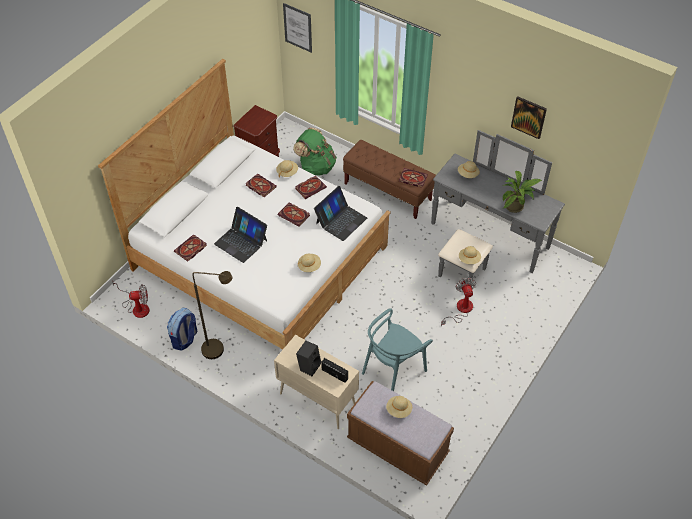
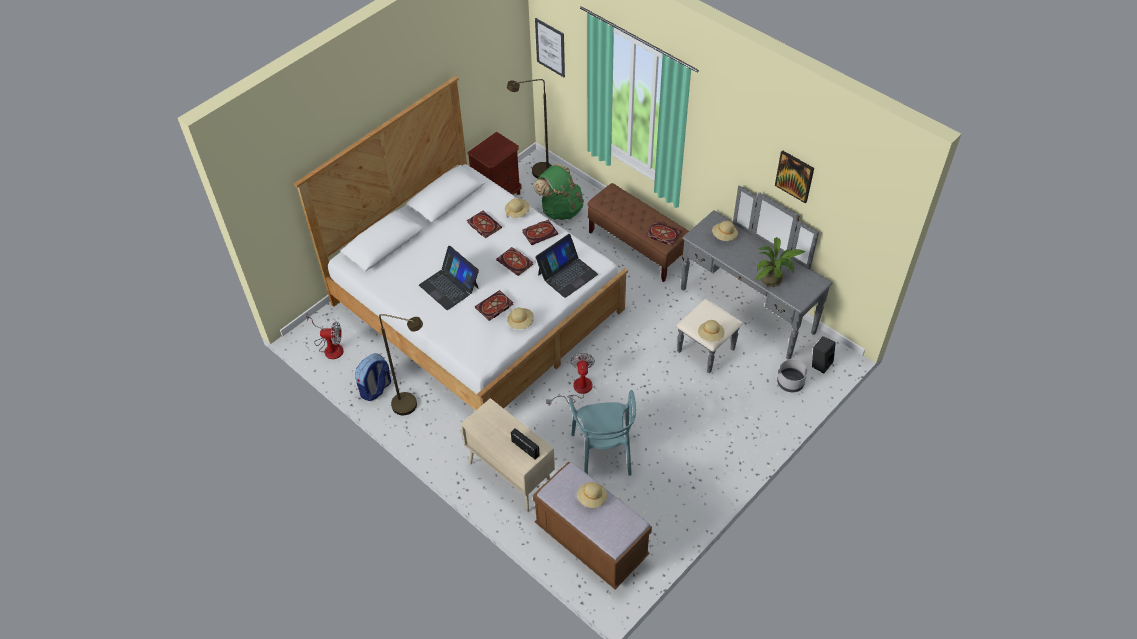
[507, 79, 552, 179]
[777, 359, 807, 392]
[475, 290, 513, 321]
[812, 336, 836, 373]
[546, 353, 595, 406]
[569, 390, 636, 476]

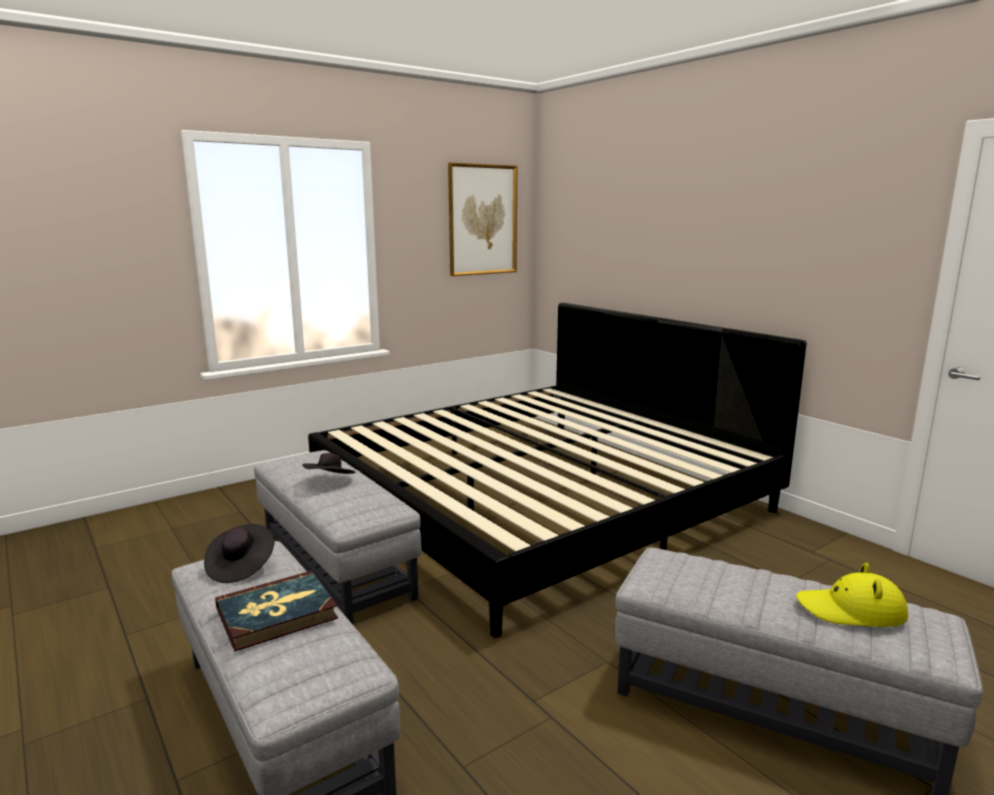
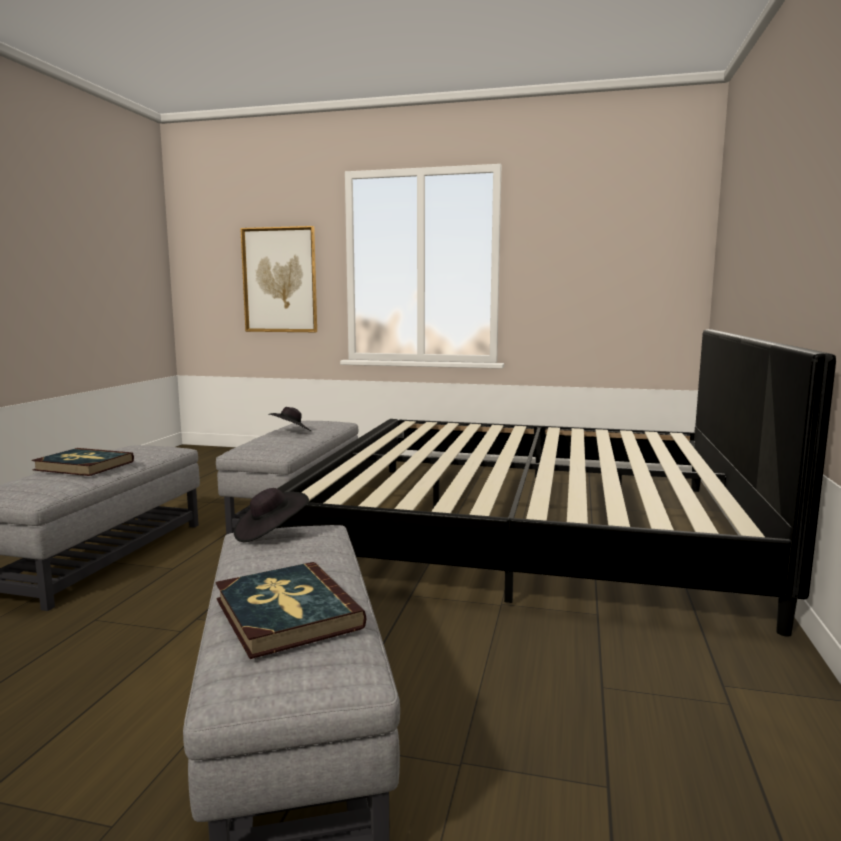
[234, 488, 309, 542]
[240, 226, 317, 332]
[216, 562, 367, 659]

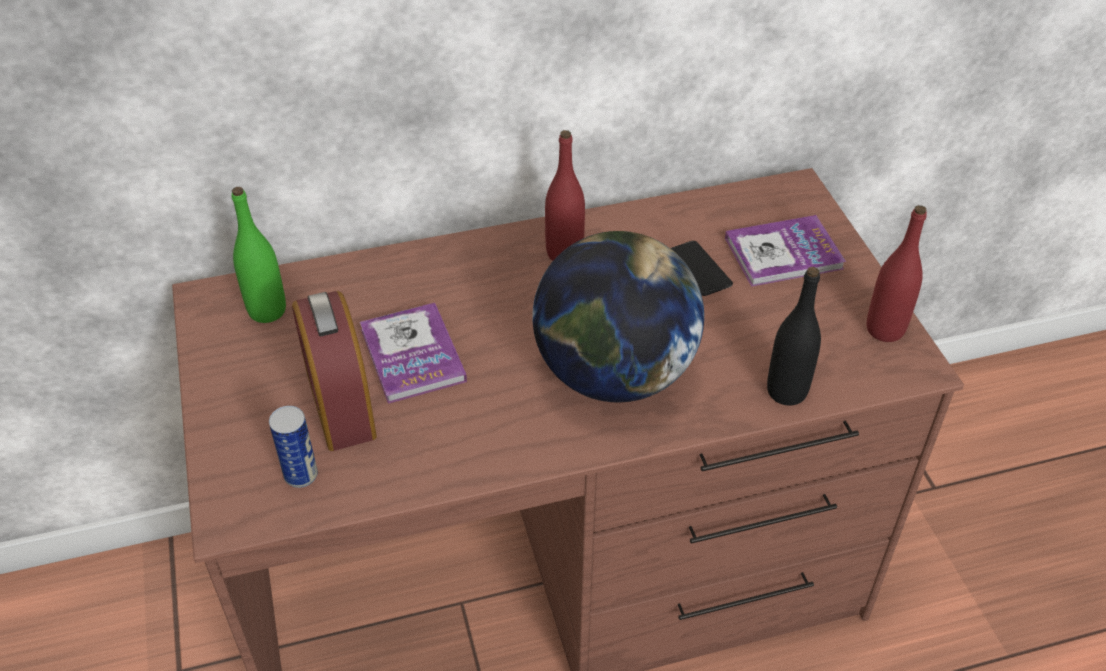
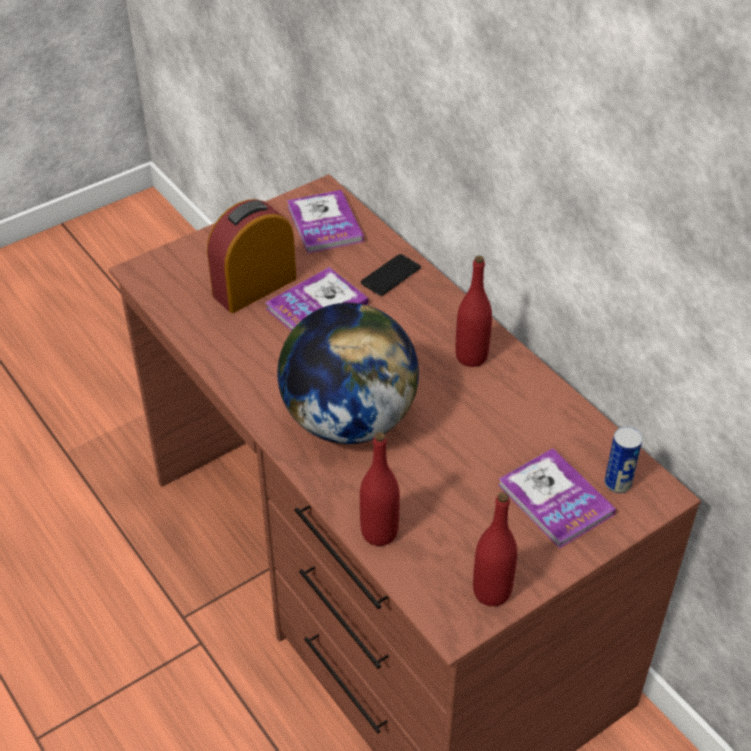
[605, 427, 643, 493]
[361, 254, 421, 296]
[287, 190, 364, 253]
[360, 432, 400, 546]

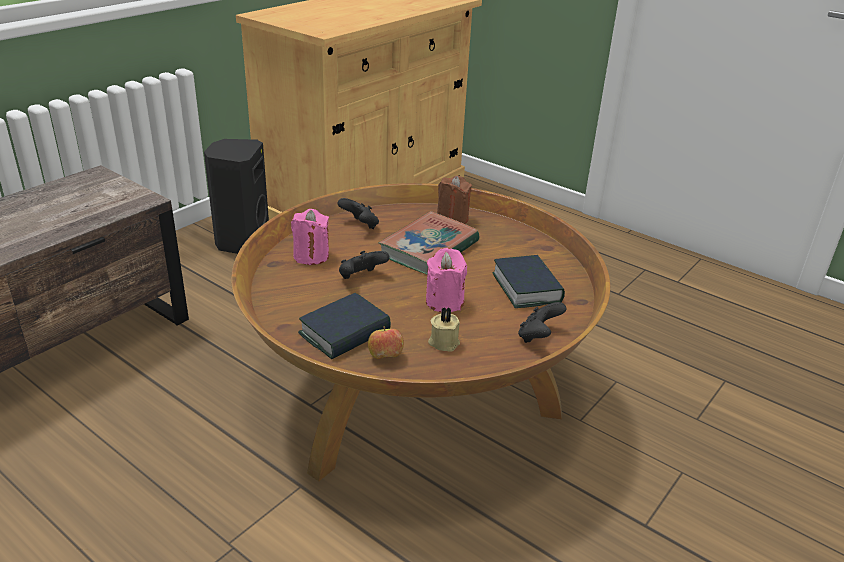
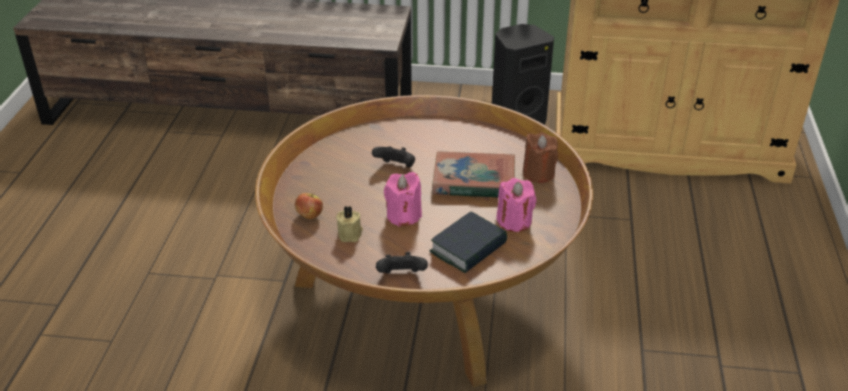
[298, 293, 391, 359] (first image)
[338, 198, 379, 229] (first image)
[496, 178, 536, 232]

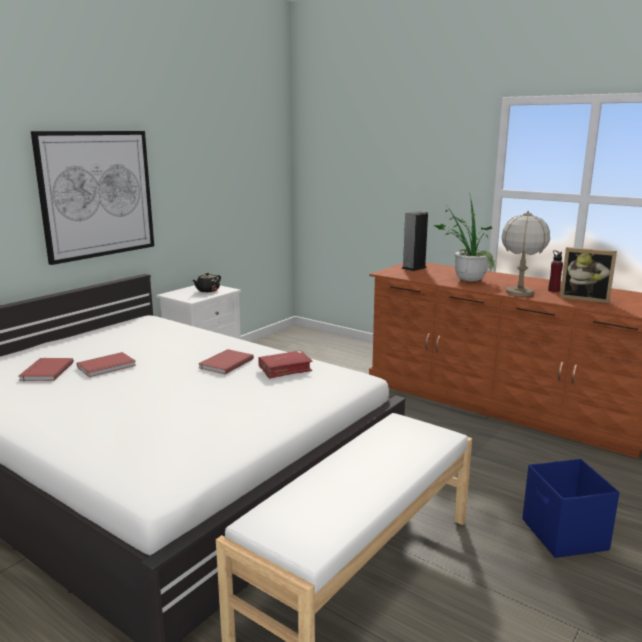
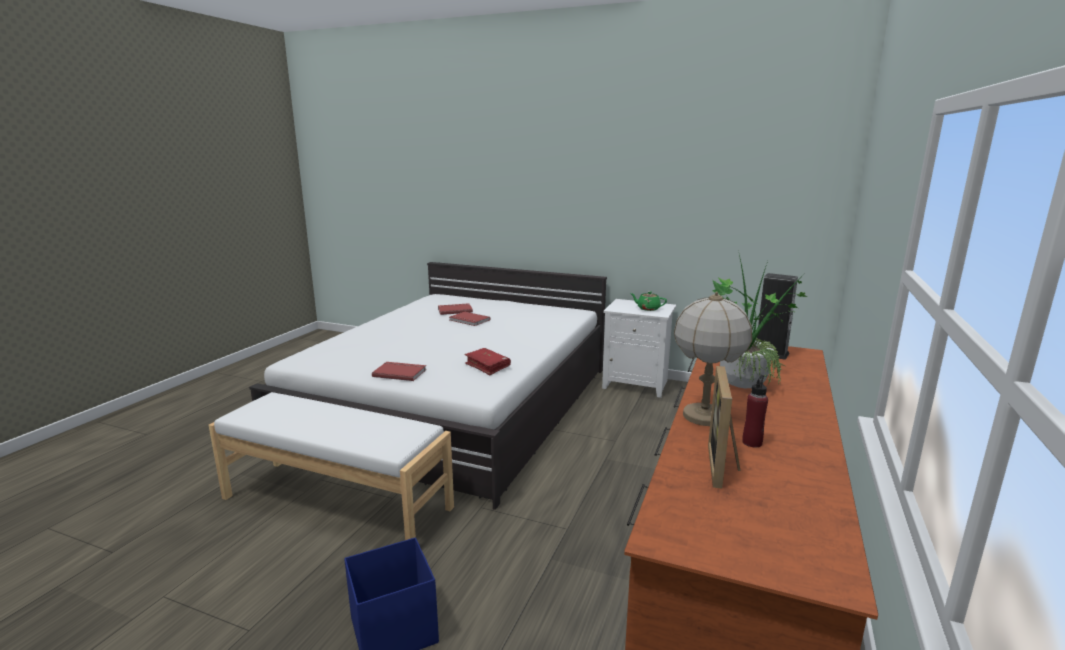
[31, 131, 154, 265] (first image)
[372, 362, 426, 381]
[630, 291, 667, 311]

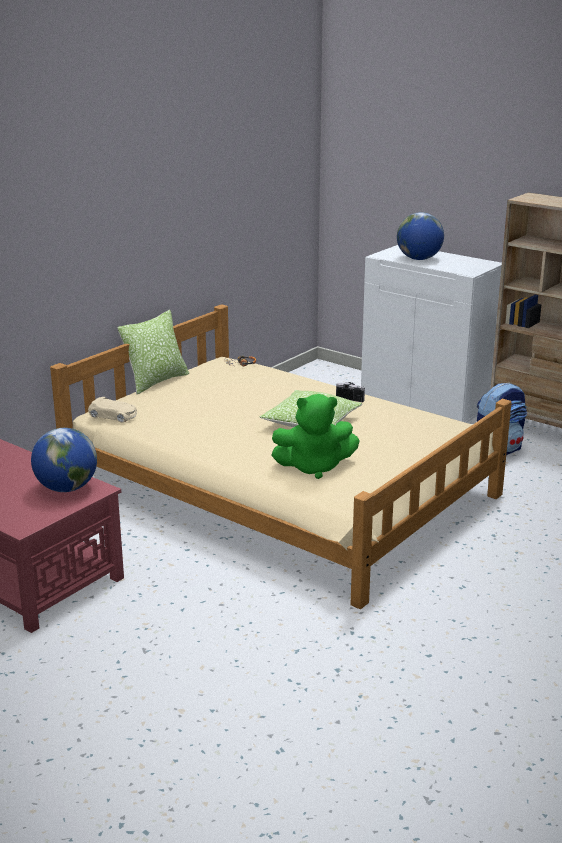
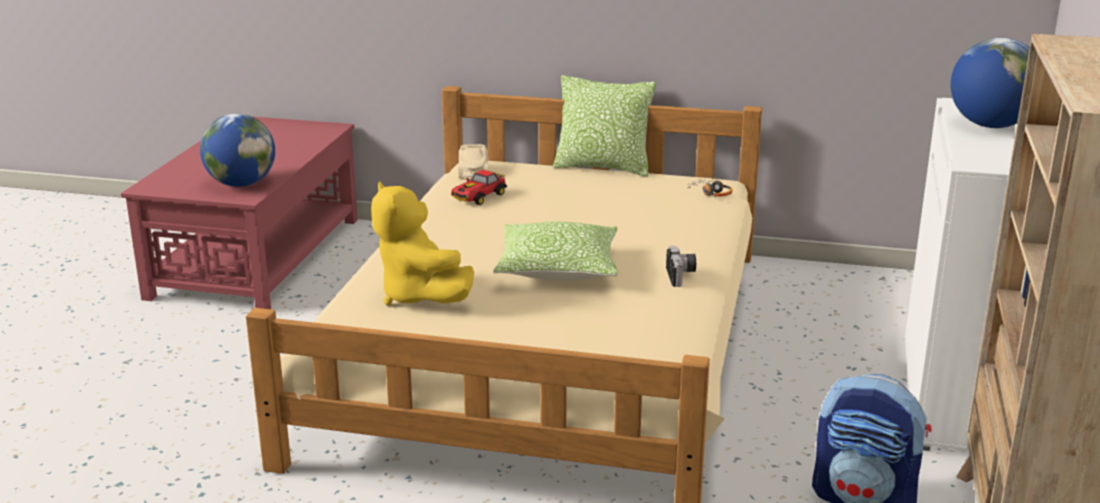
[451, 170, 507, 205]
[371, 181, 474, 306]

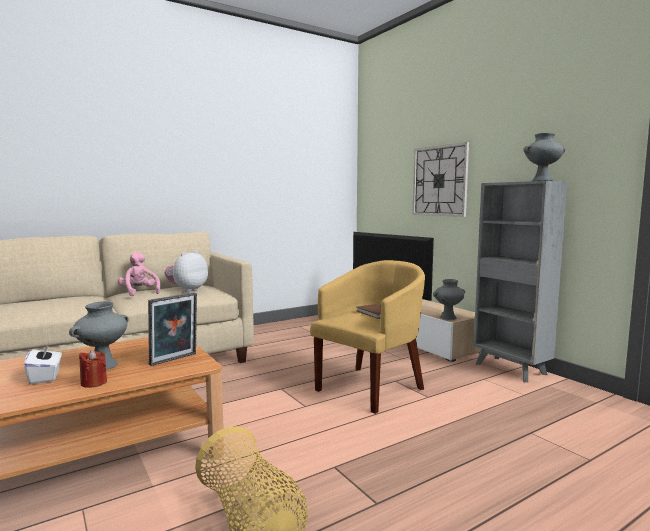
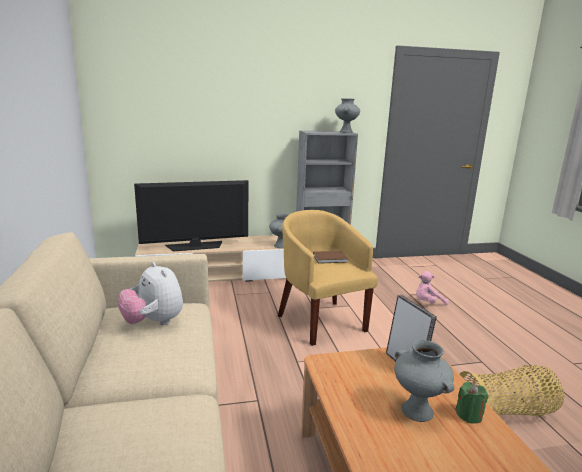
[24, 342, 62, 384] (first image)
[413, 142, 469, 217] (first image)
[416, 271, 449, 306]
[455, 382, 489, 424]

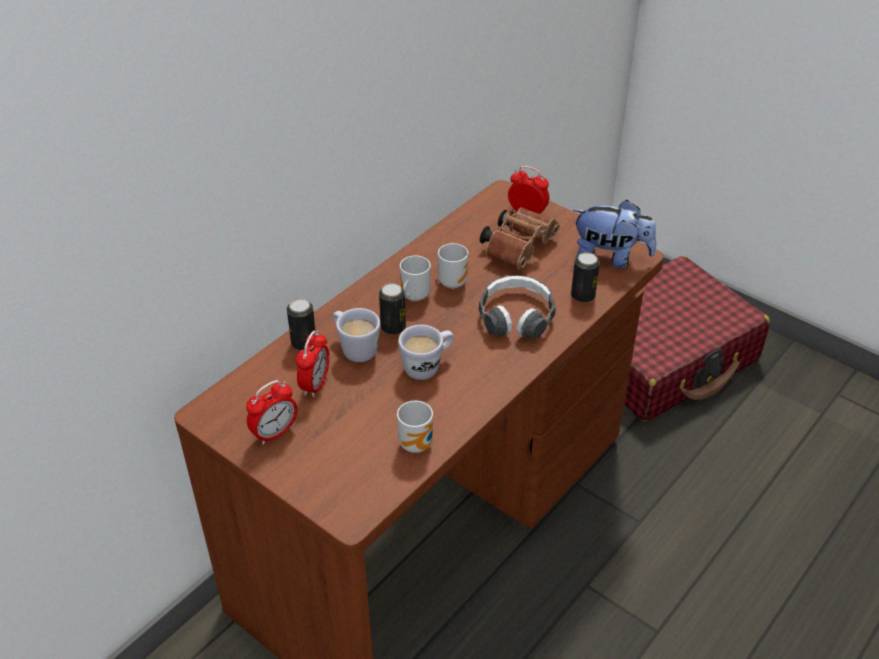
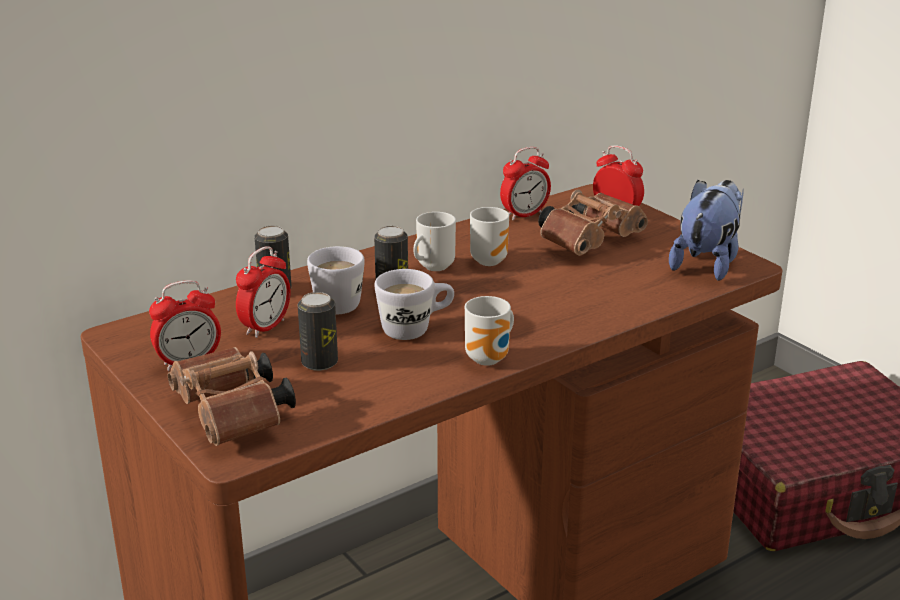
[479, 275, 556, 339] (first image)
[168, 347, 296, 446]
[500, 147, 551, 220]
[465, 296, 514, 366]
[298, 292, 338, 371]
[669, 180, 744, 281]

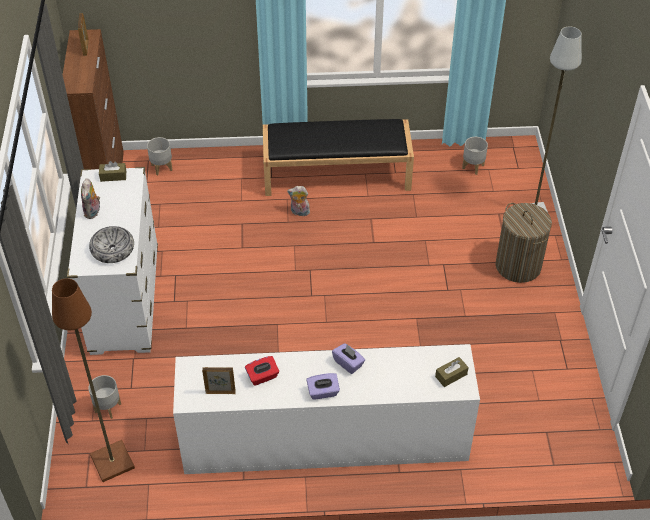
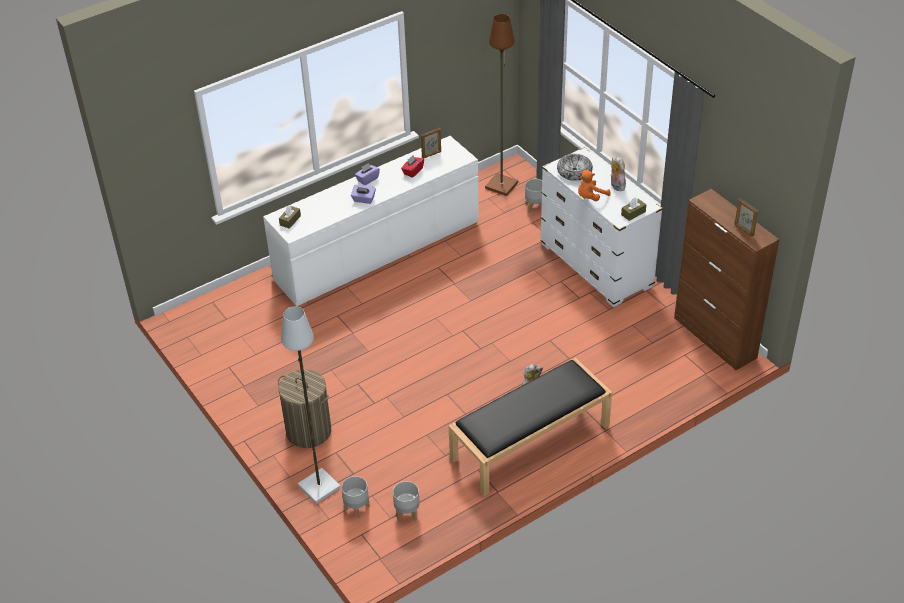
[578, 170, 611, 201]
[341, 476, 370, 518]

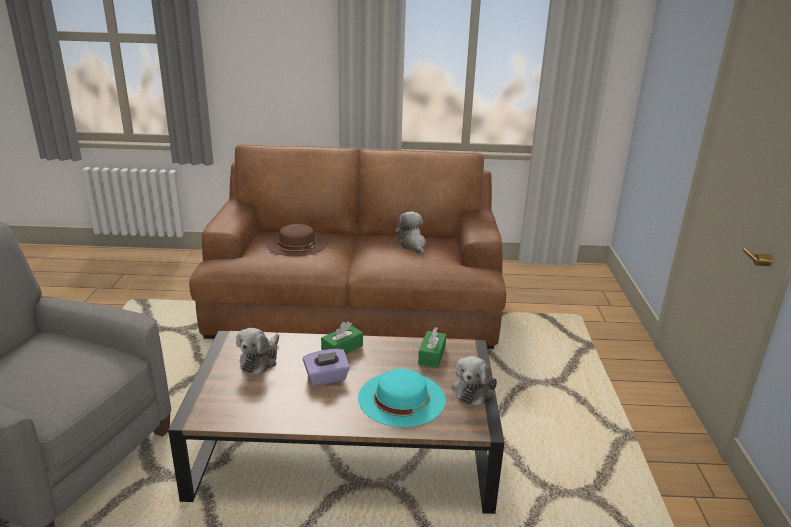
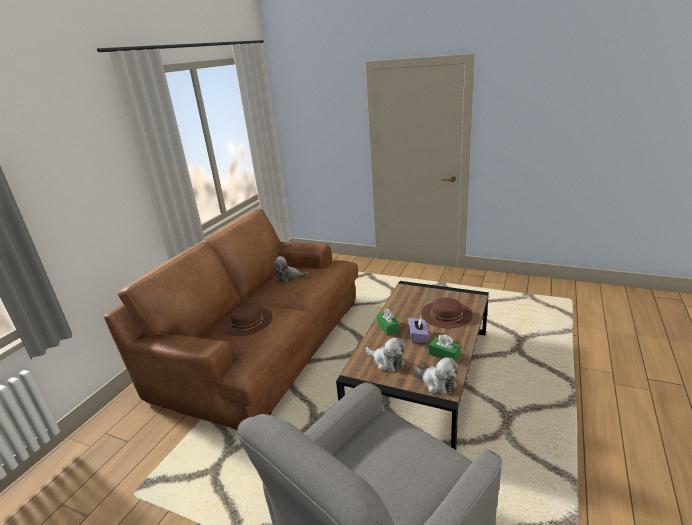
[429, 334, 461, 362]
[413, 357, 458, 395]
[421, 298, 473, 328]

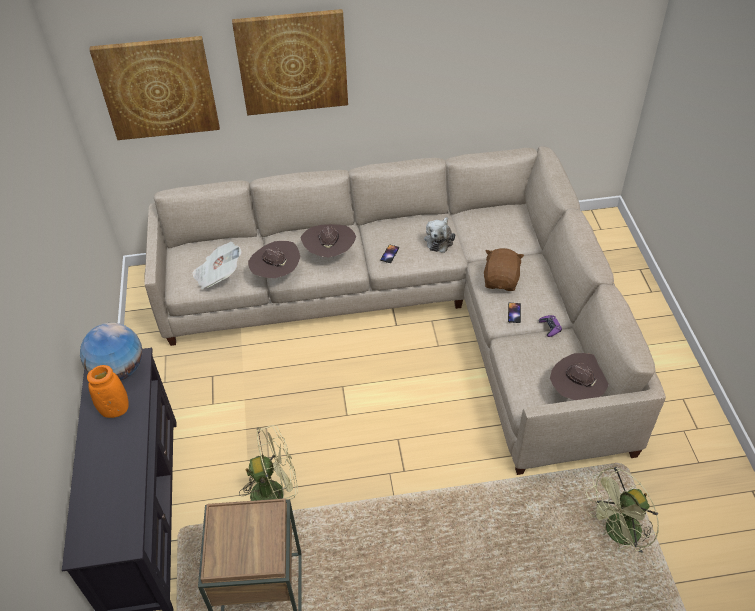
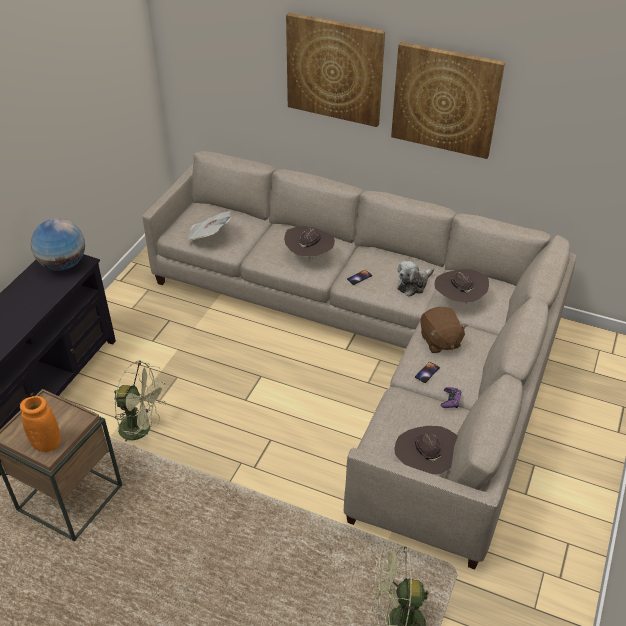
[20, 396, 60, 452]
[391, 42, 505, 159]
[435, 269, 489, 304]
[420, 307, 468, 353]

